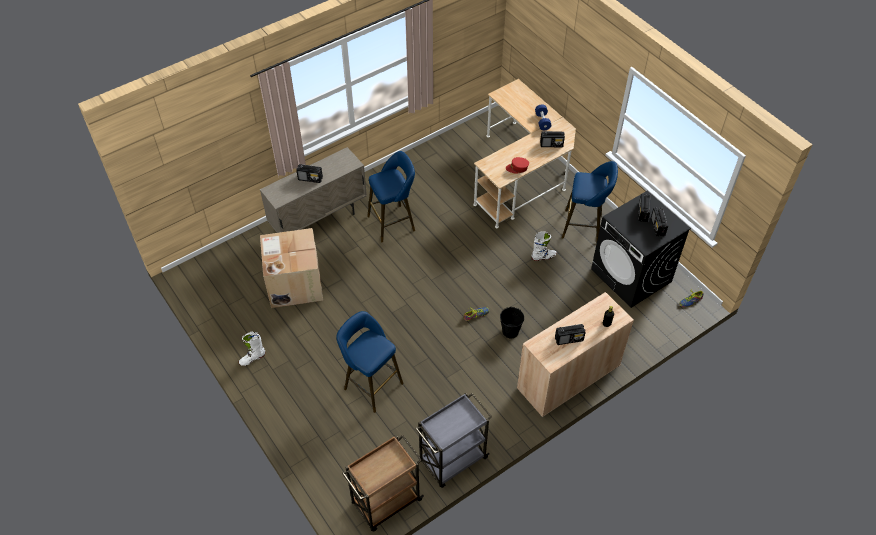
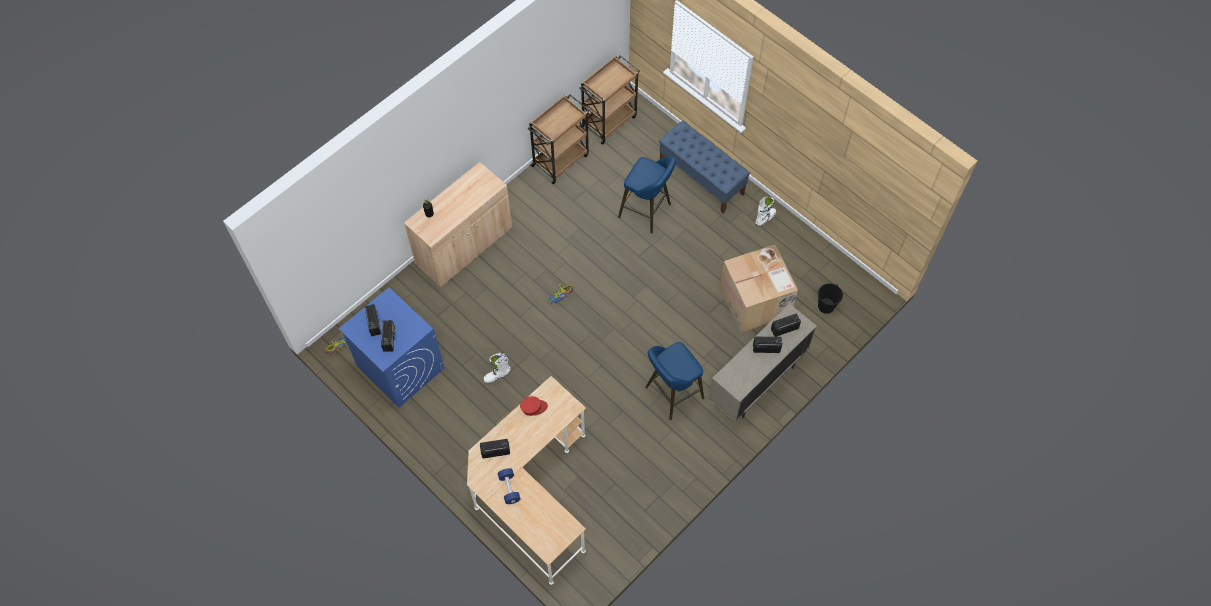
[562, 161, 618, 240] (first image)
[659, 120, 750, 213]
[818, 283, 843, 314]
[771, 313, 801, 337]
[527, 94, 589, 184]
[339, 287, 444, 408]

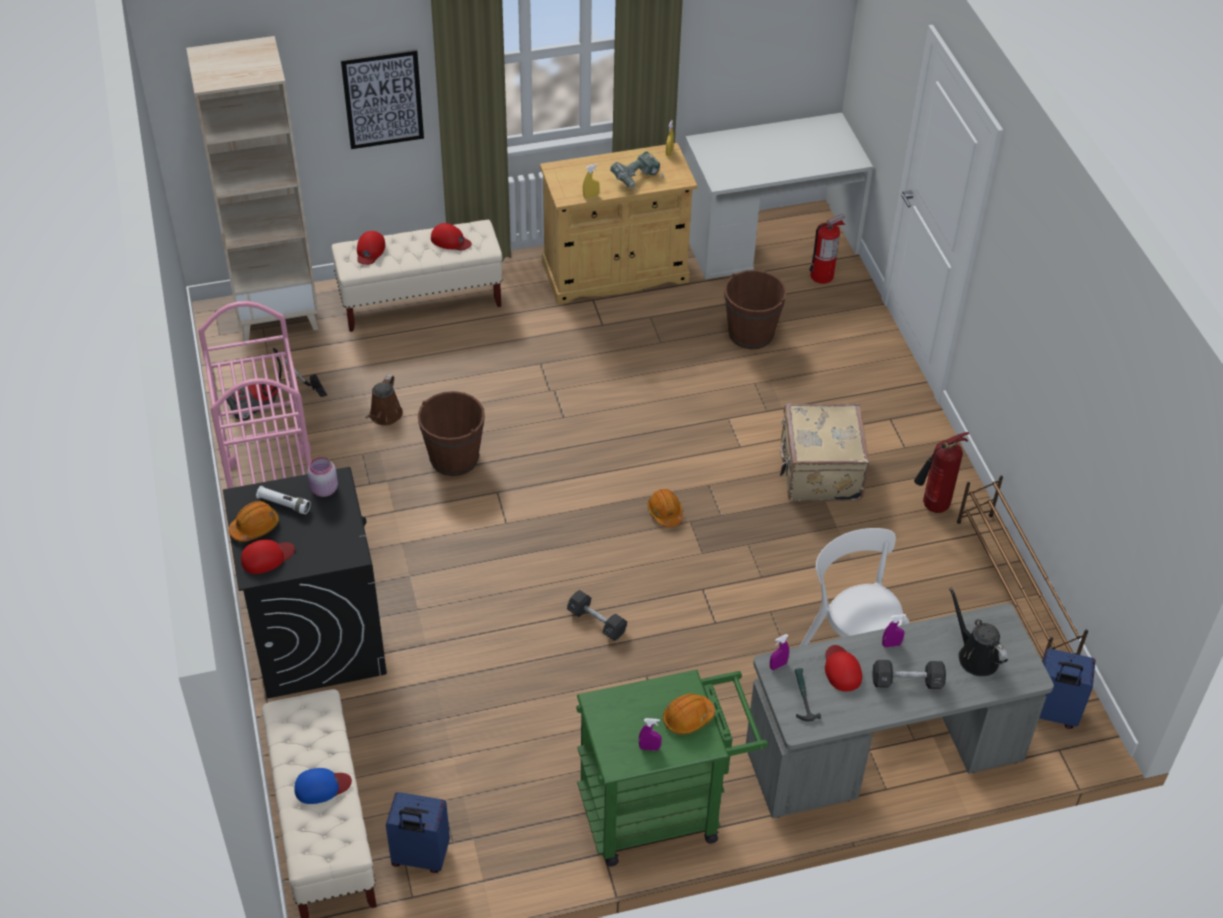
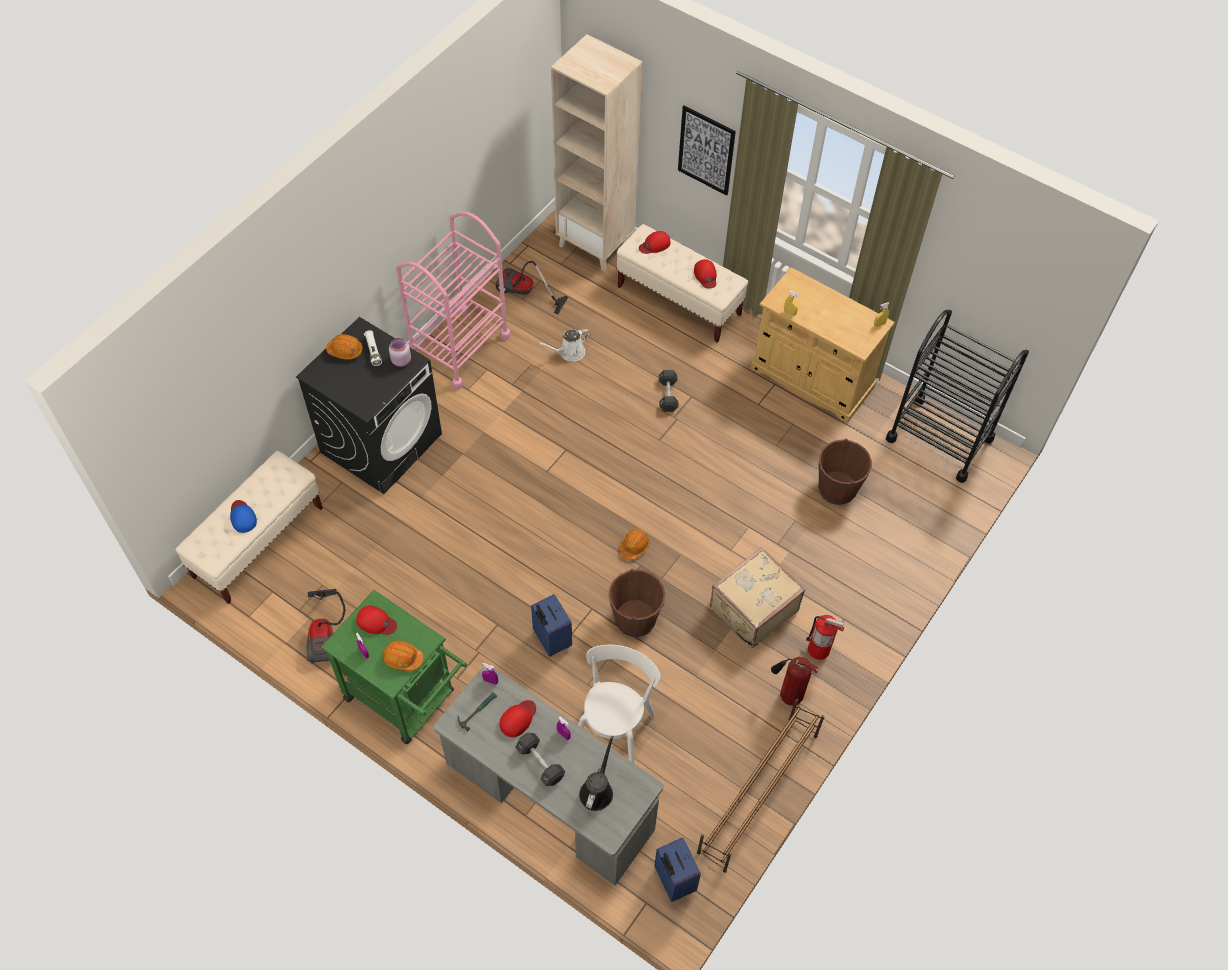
[610, 151, 664, 191] (first image)
[306, 589, 345, 664]
[356, 606, 397, 635]
[531, 594, 572, 657]
[609, 569, 665, 637]
[659, 370, 679, 412]
[806, 615, 844, 660]
[886, 310, 1029, 483]
[538, 329, 590, 361]
[230, 500, 257, 533]

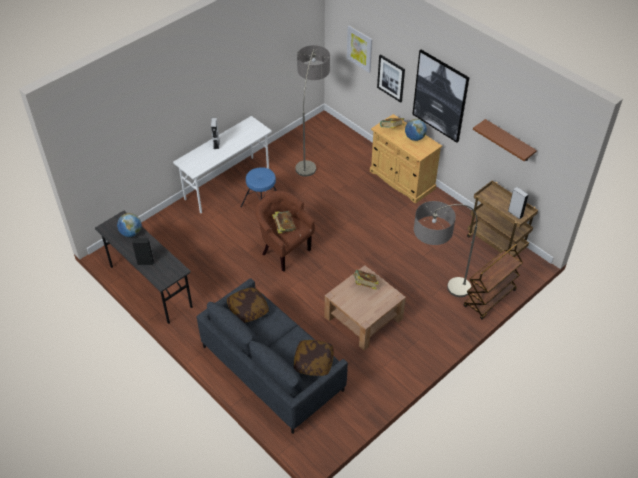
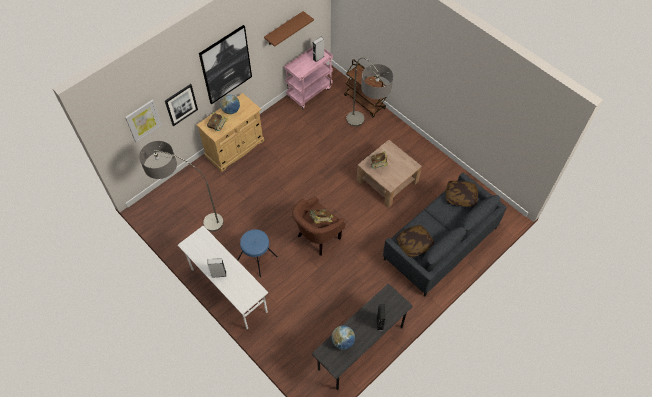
[284, 47, 333, 109]

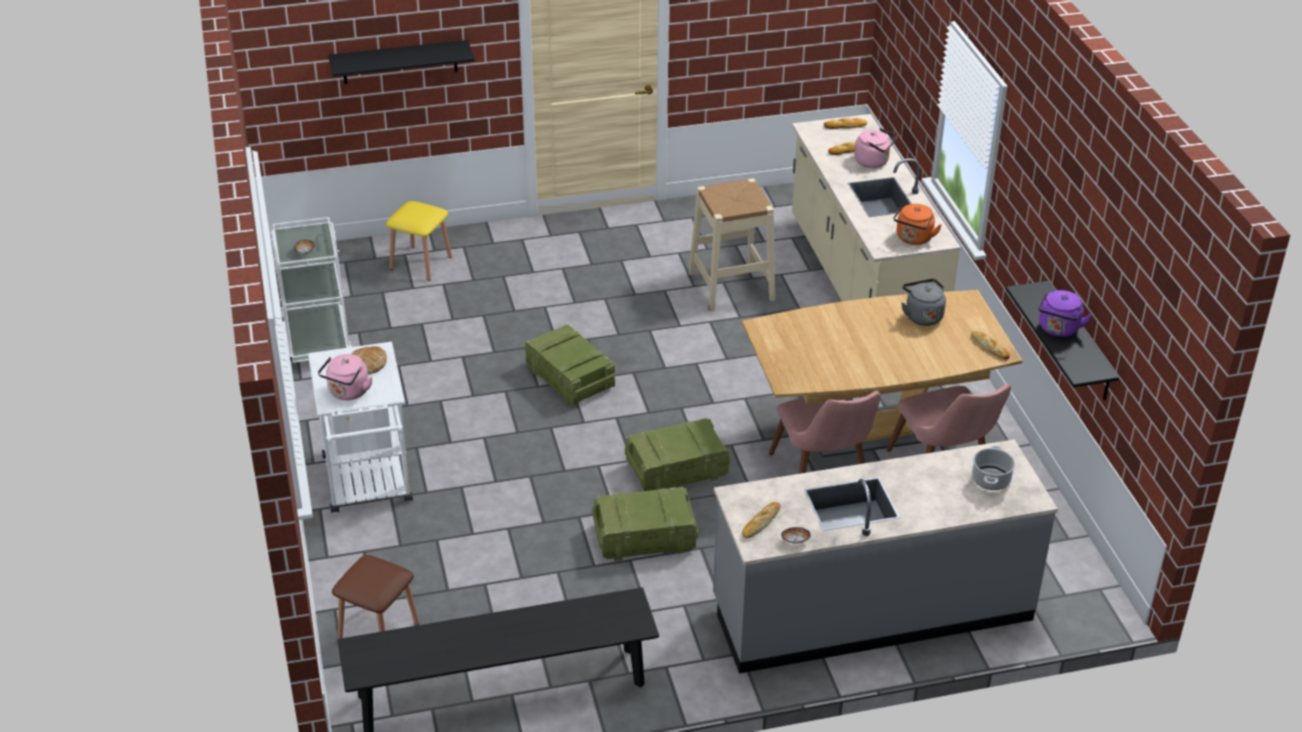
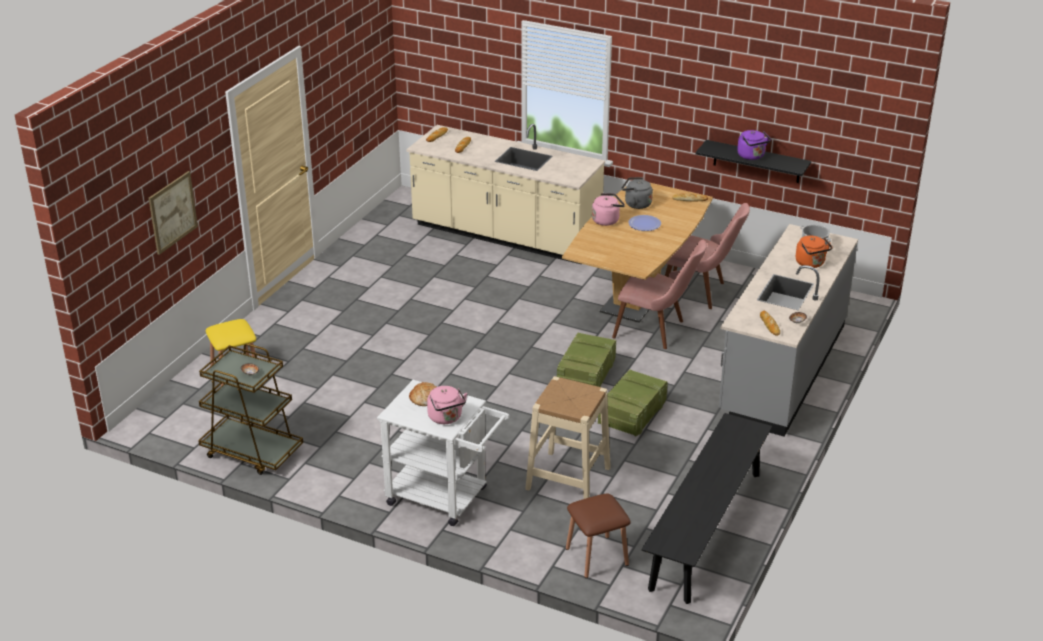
[525, 324, 615, 405] (first image)
[628, 215, 661, 231]
[525, 376, 611, 499]
[592, 193, 625, 226]
[796, 236, 832, 268]
[149, 171, 198, 255]
[198, 343, 303, 475]

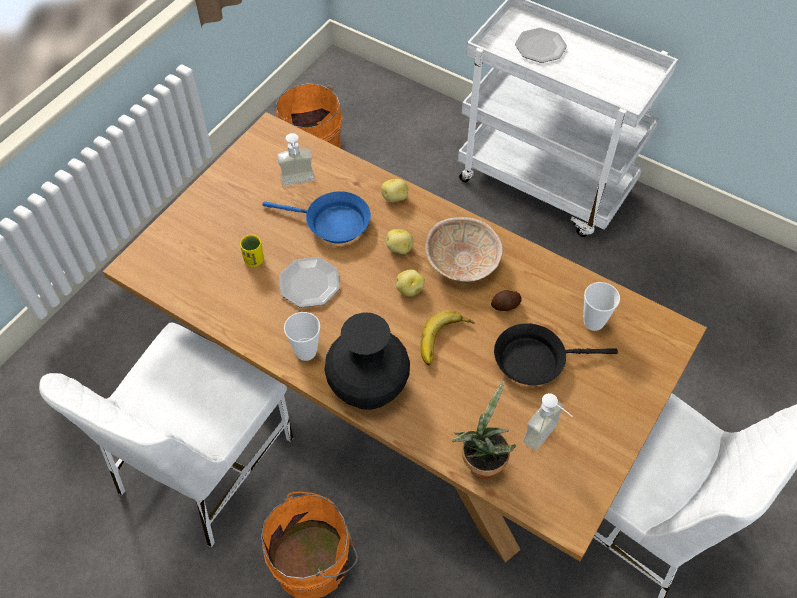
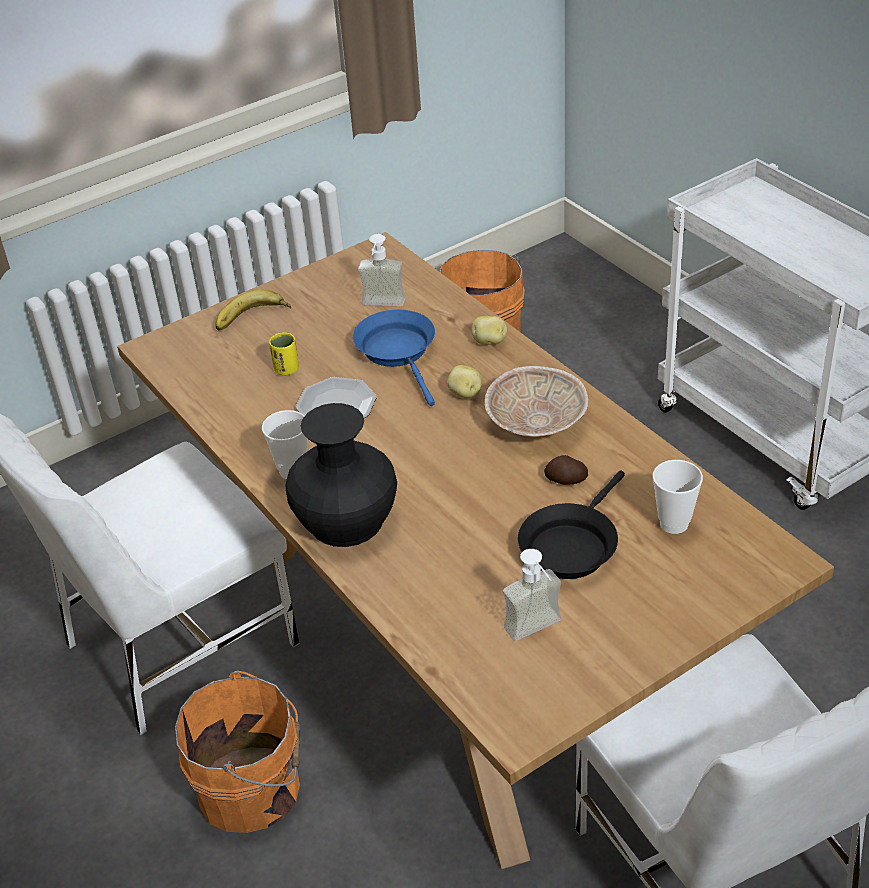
[396, 269, 425, 296] (first image)
[452, 381, 516, 479] (first image)
[515, 28, 567, 63] (first image)
[216, 290, 291, 330]
[353, 309, 435, 406]
[518, 470, 625, 579]

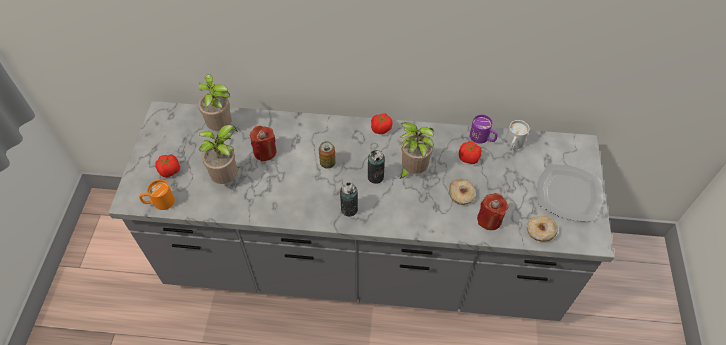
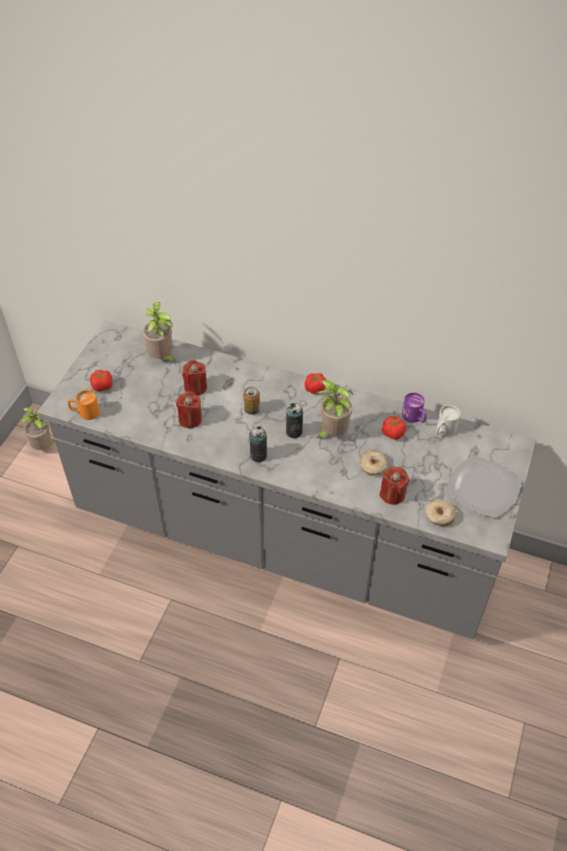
[176, 391, 202, 428]
[21, 407, 54, 450]

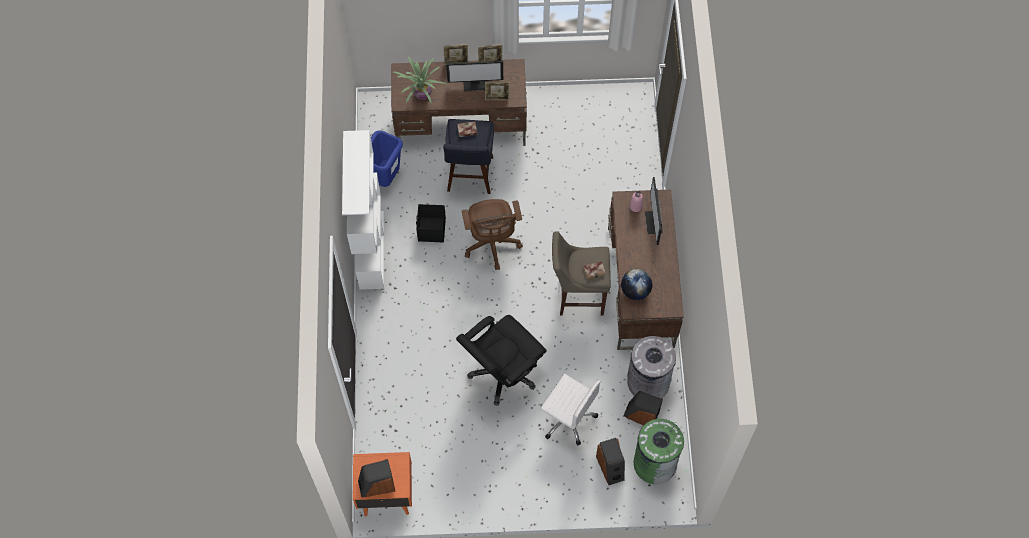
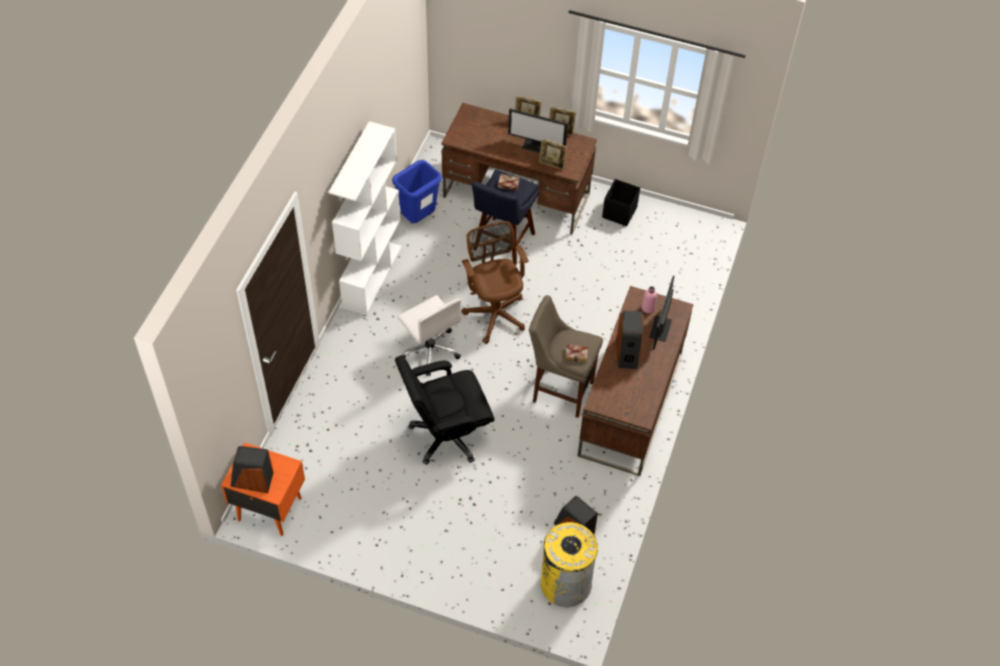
[393, 57, 447, 104] (first image)
[621, 269, 653, 300] (first image)
[627, 334, 676, 398] (first image)
[602, 179, 640, 226]
[397, 295, 461, 376]
[617, 311, 644, 369]
[541, 522, 598, 607]
[461, 221, 529, 344]

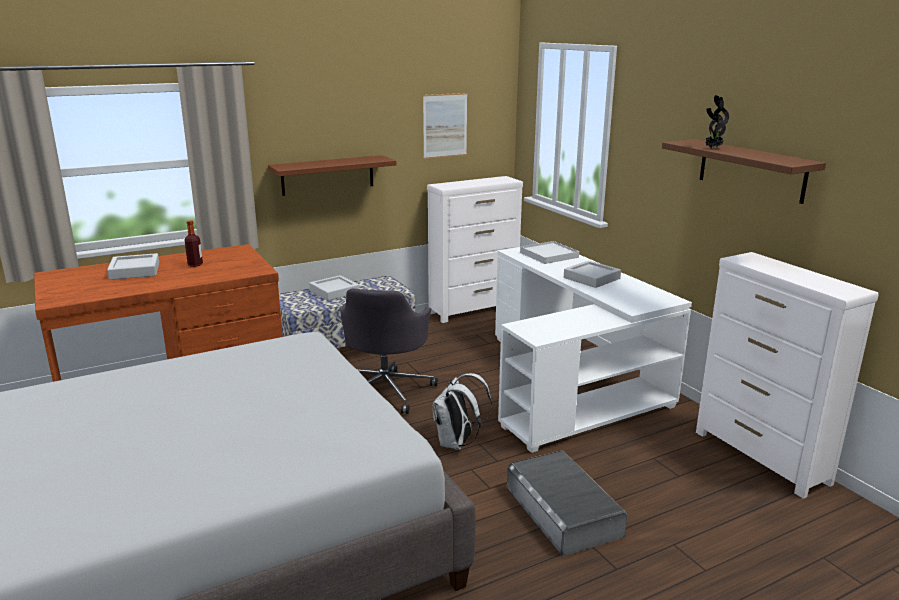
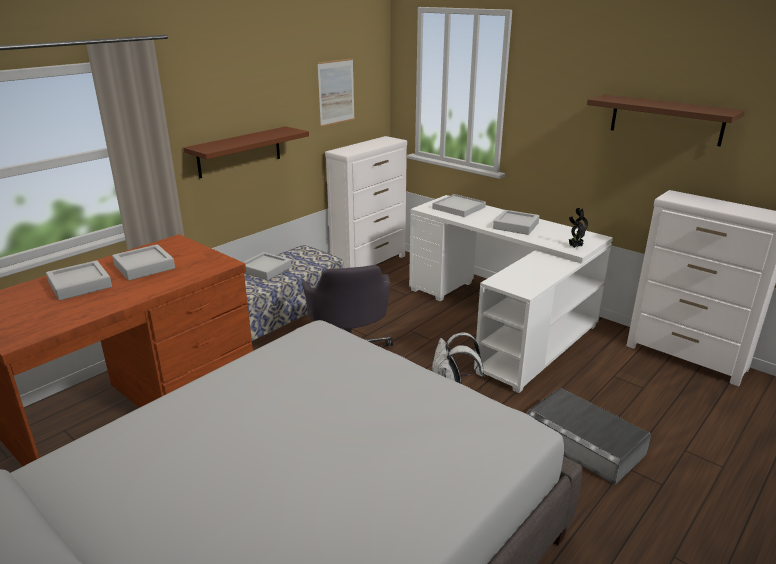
[569, 208, 588, 248]
[112, 244, 175, 281]

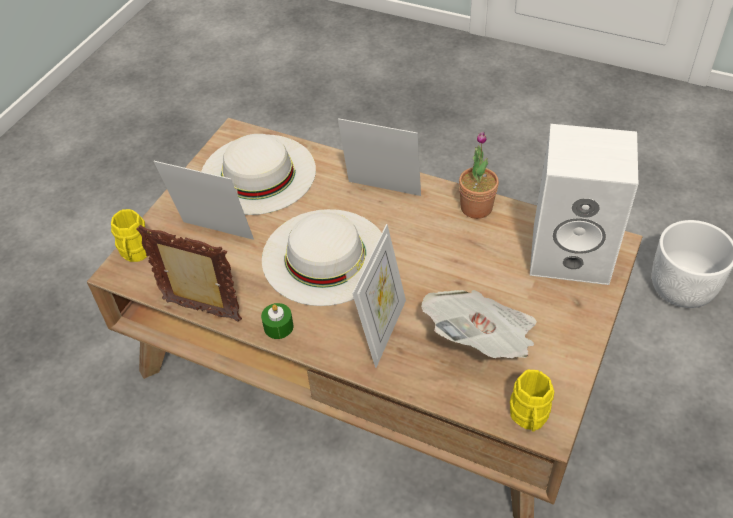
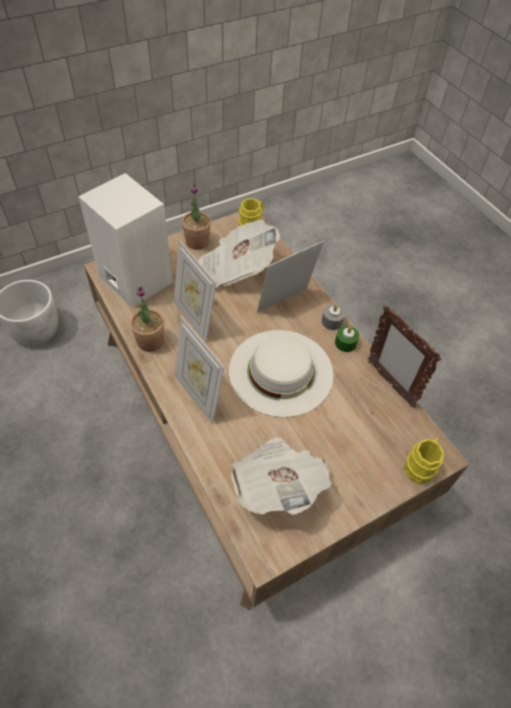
[182, 184, 211, 250]
[322, 305, 345, 330]
[174, 240, 216, 343]
[231, 437, 331, 515]

